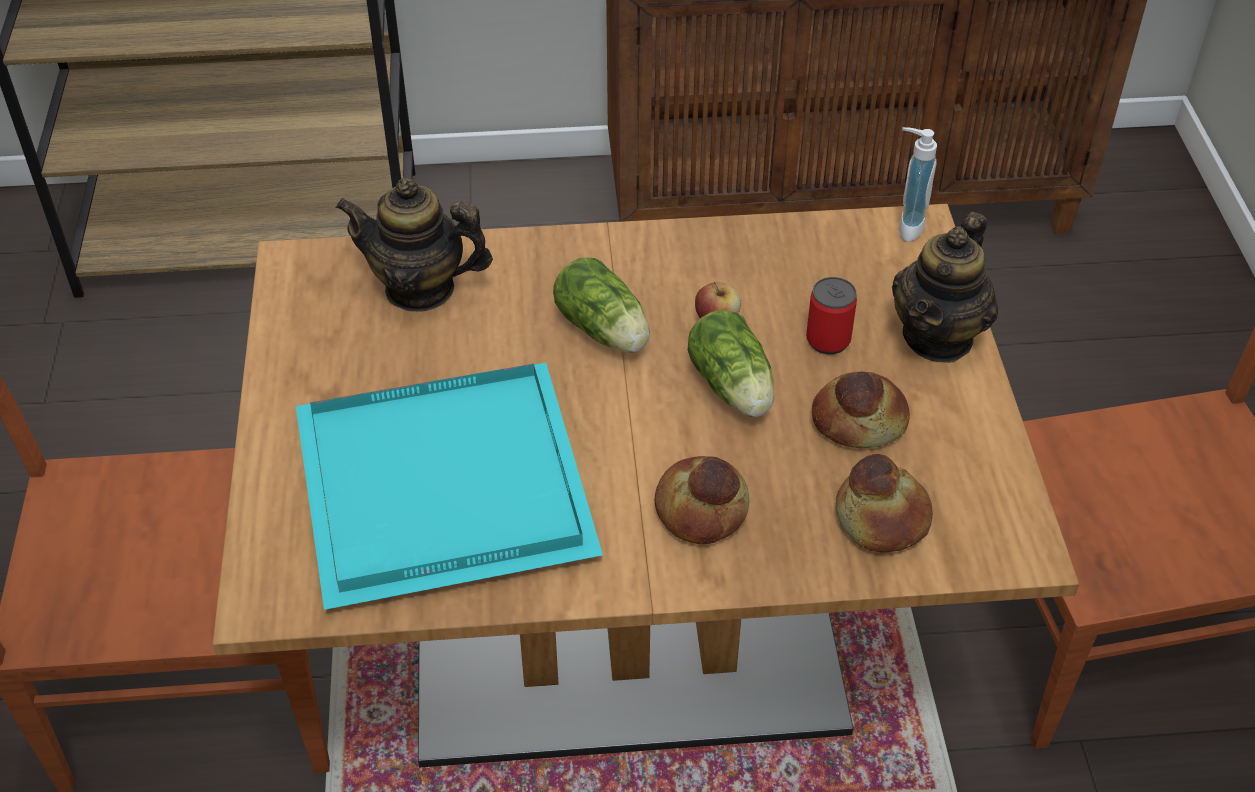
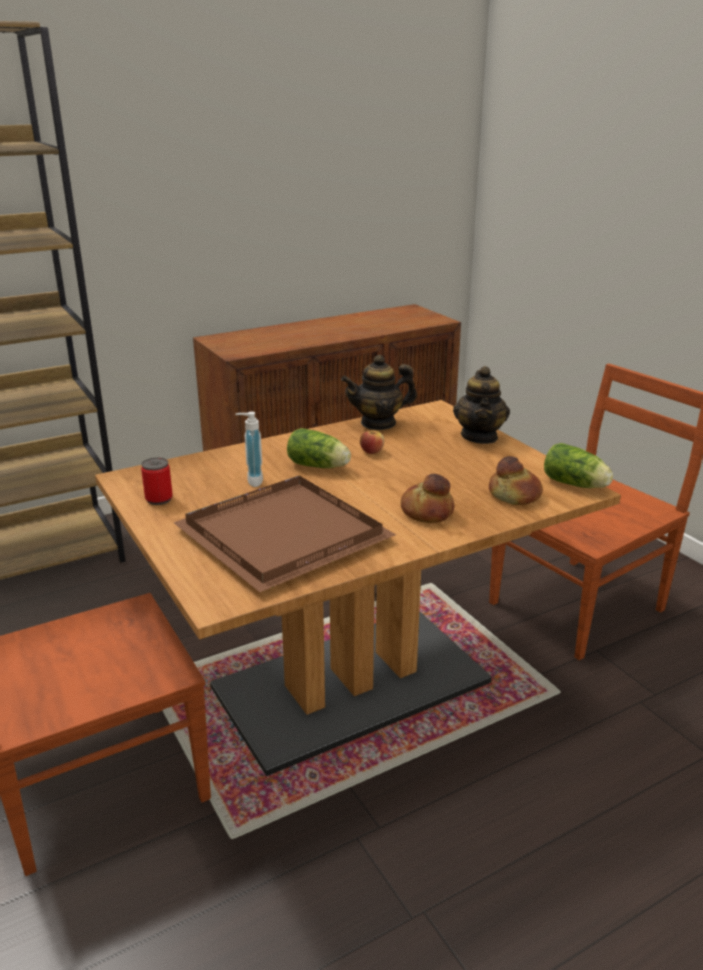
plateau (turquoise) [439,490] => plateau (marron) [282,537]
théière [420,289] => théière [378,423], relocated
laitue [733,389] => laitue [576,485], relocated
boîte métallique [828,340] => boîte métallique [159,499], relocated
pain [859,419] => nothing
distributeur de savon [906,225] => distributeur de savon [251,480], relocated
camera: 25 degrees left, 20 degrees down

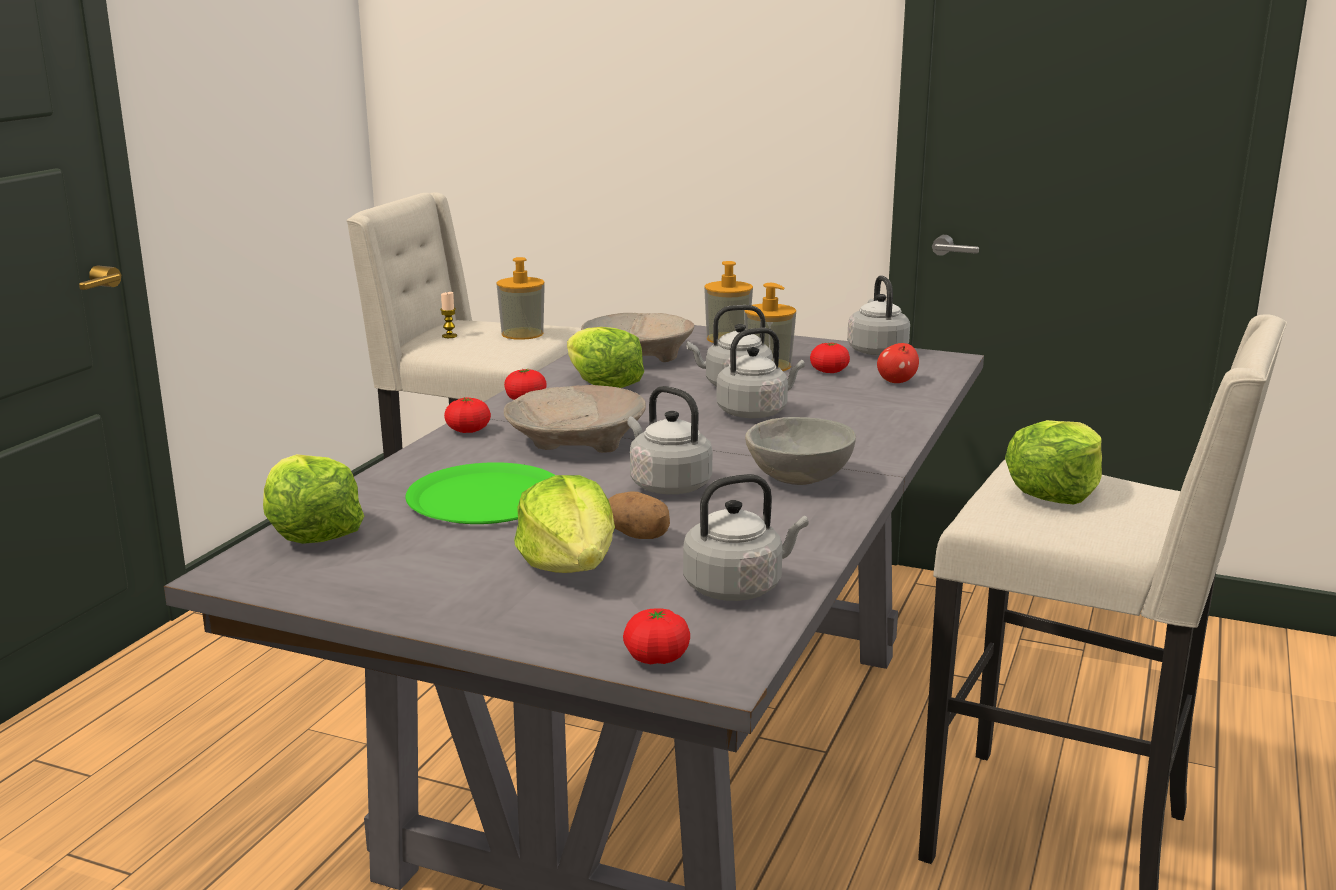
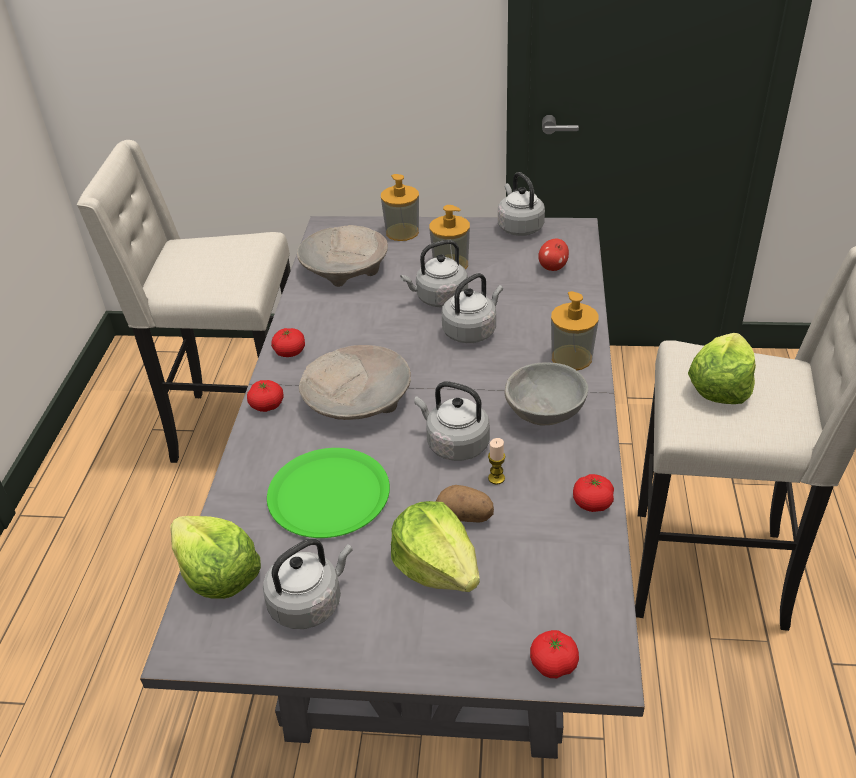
bougie [449,336] => bougie [496,478], relocated
distributeur de savon [522,334] => distributeur de savon [571,358], relocated
laitue [602,384] => nothing
bouilloire (gris) [738,587] => bouilloire (gris) [309,603], relocated
tomate [829,371] => tomate [592,503], relocated
camera: 15 degrees left, 20 degrees up

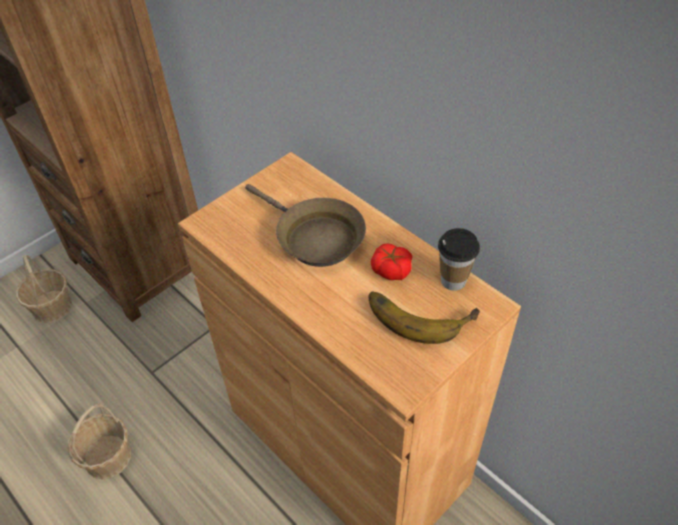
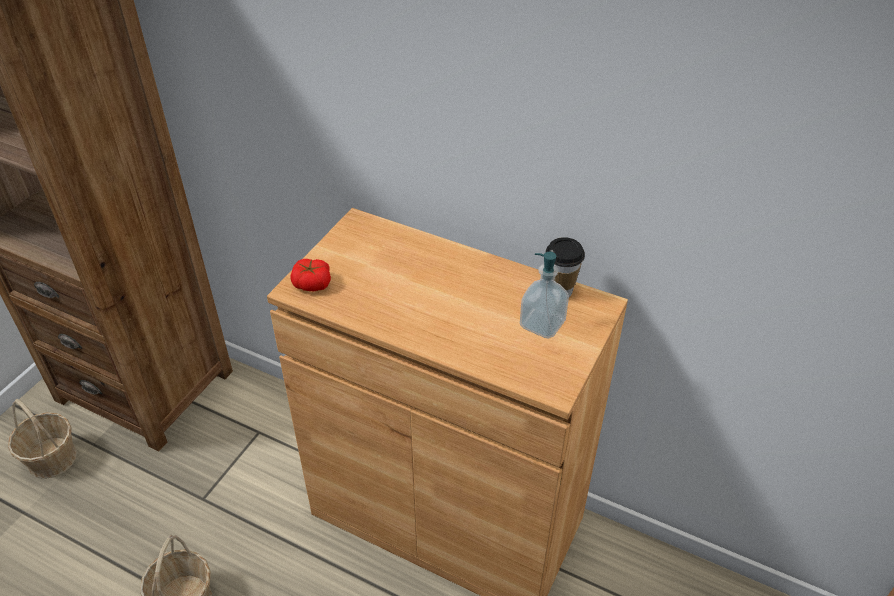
poêle (marron) [314,237] => nothing
banane [419,312] => distributeur de savon [542,324]
tomate [391,270] => tomate [312,283], relocated
camera: 20 degrees left, 5 degrees down

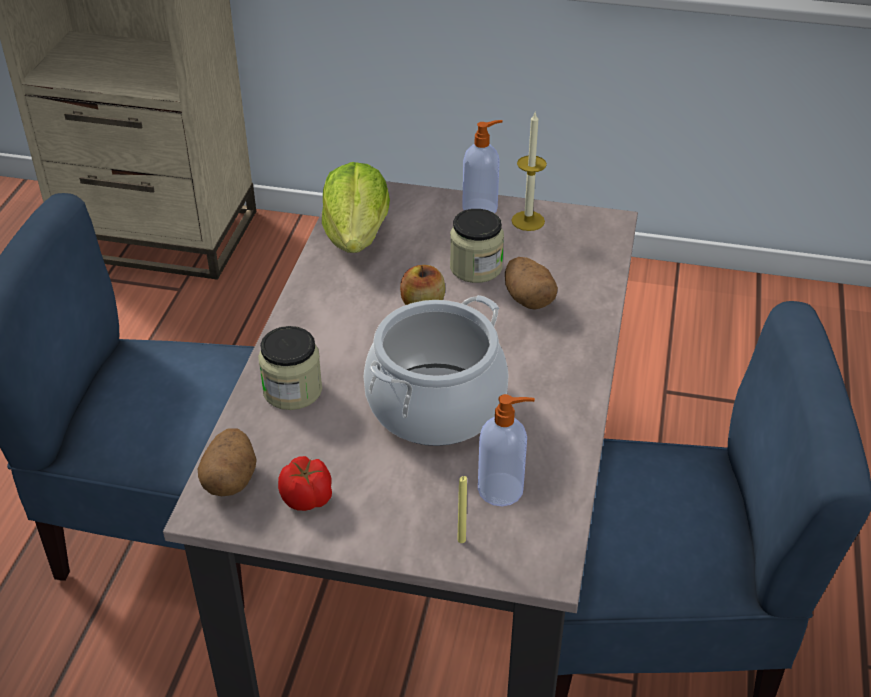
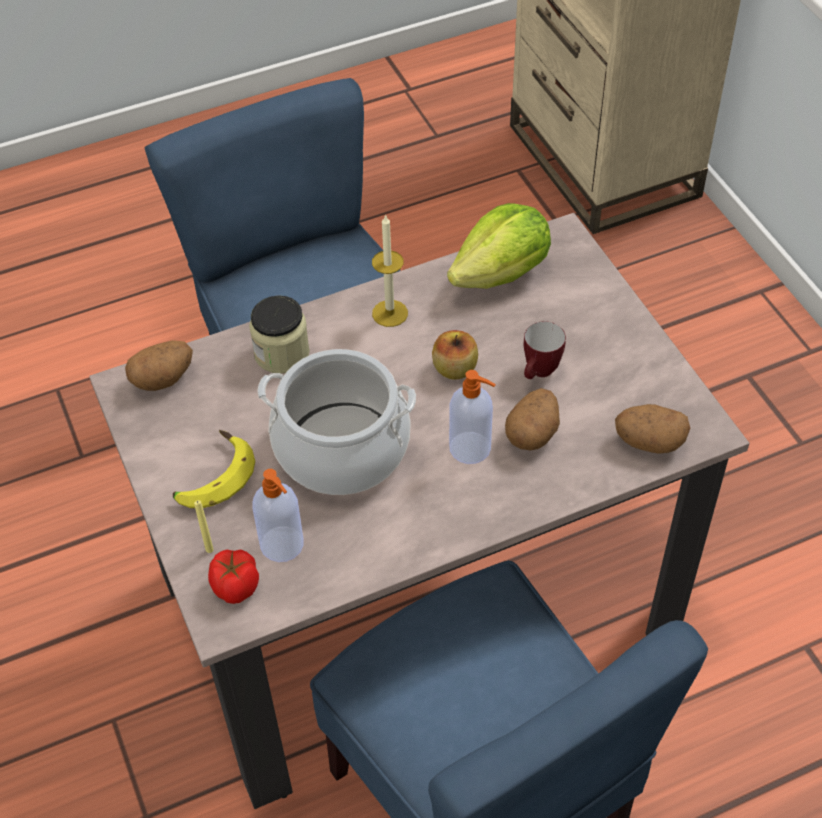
tomate [308,499] => tomate [235,587], relocated
bocal [476,267] => mug [539,374]
distributeur de savon [481,208] => distributeur de savon [471,448], relocated
bougie [528,221] => bougie [390,313], relocated
nothing => banane [212,476]
nothing => pomme de terre [649,441]
camera: 55 degrees right, 10 degrees up

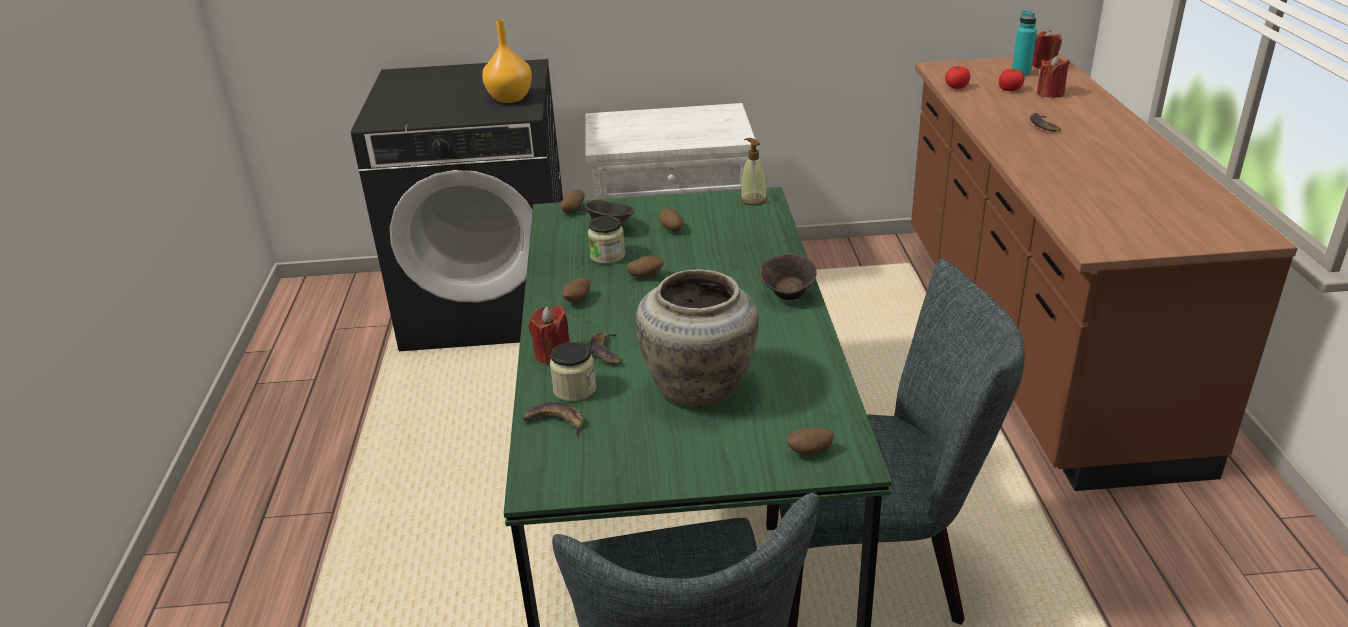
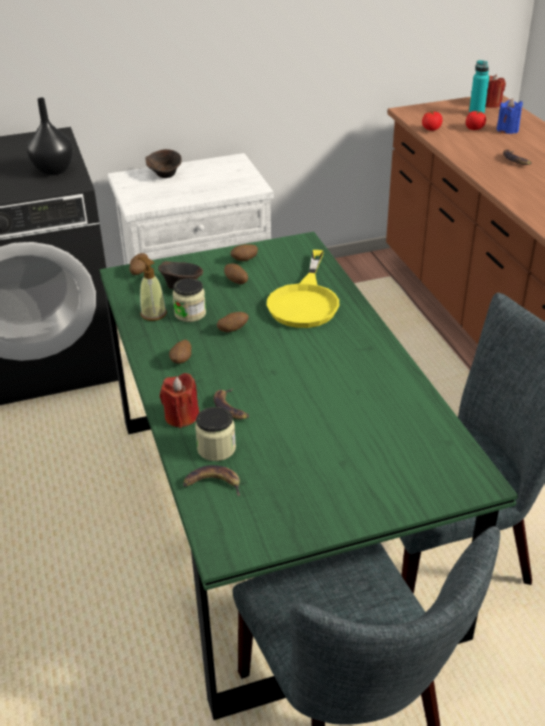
vase (orange) [510,98] => vase (noir) [53,170]
vase (beige) [700,387] => nothing
distributeur de savon [753,199] => distributeur de savon [153,314], relocated
bol (marron) [788,295] => bol (marron) [165,175], relocated
pomme de terre [810,452] => pomme de terre [244,260], relocated
bougie (rouge) [1050,93] => bougie (bleu) [507,130]
nothing => poêle (jaune) [305,301]
camera: 15 degrees left, 5 degrees up

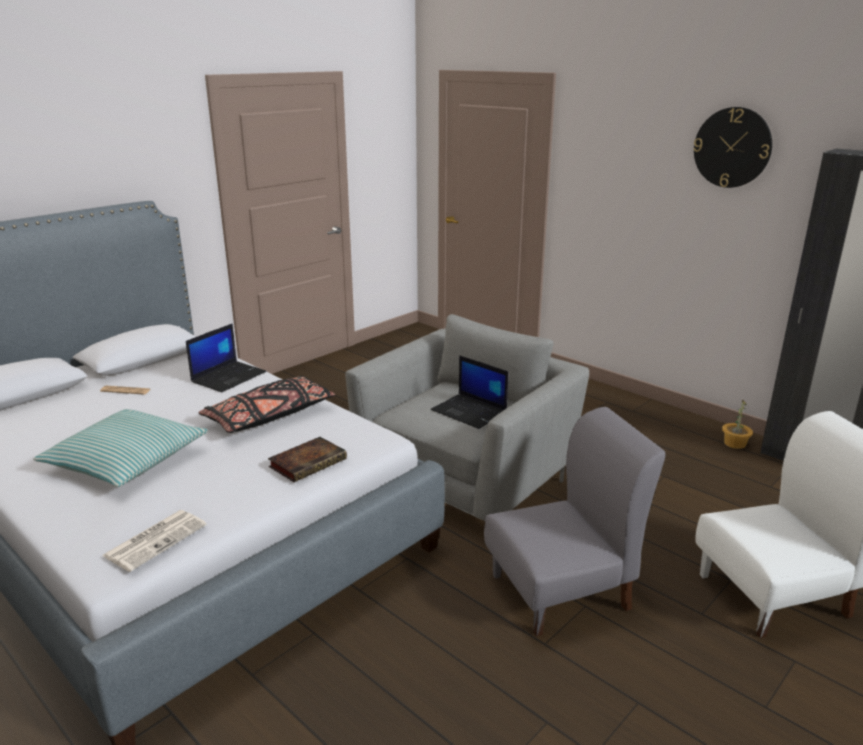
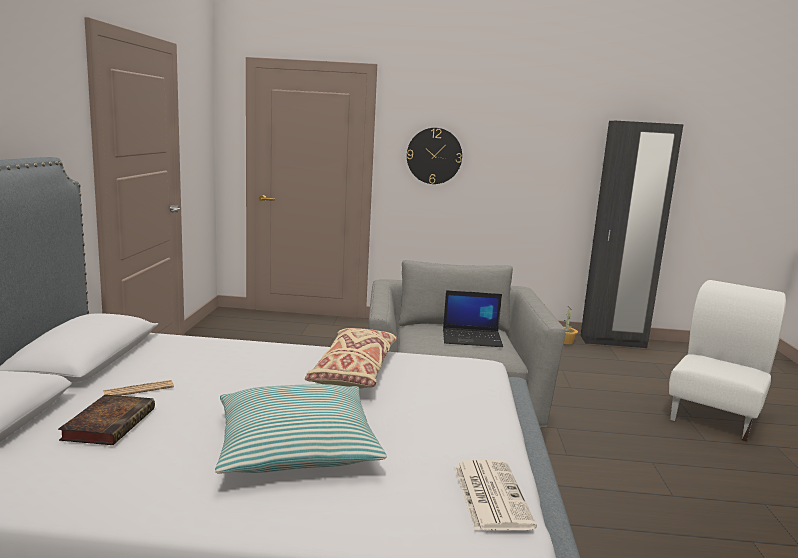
ordinateur portable [229,377] => nothing
coussin (noir) [269,416] => coussin (beige) [354,372]
livre [309,462] => livre [110,423], relocated
chaise (gris) [561,592] => nothing
horloge murale [732,147] => horloge murale [434,156], relocated
camera: 40 degrees left, 10 degrees down

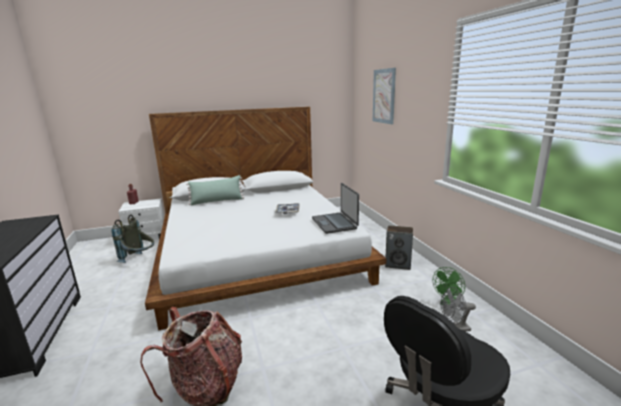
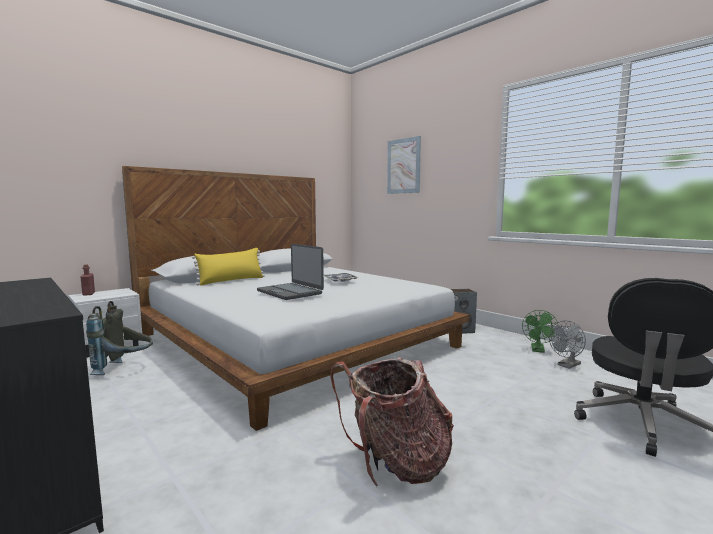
coussin (vert) [217,201] => coussin (jaune) [231,281]
ordinateur portable [334,223] => ordinateur portable [290,292], relocated
camera: 25 degrees left, 10 degrees down

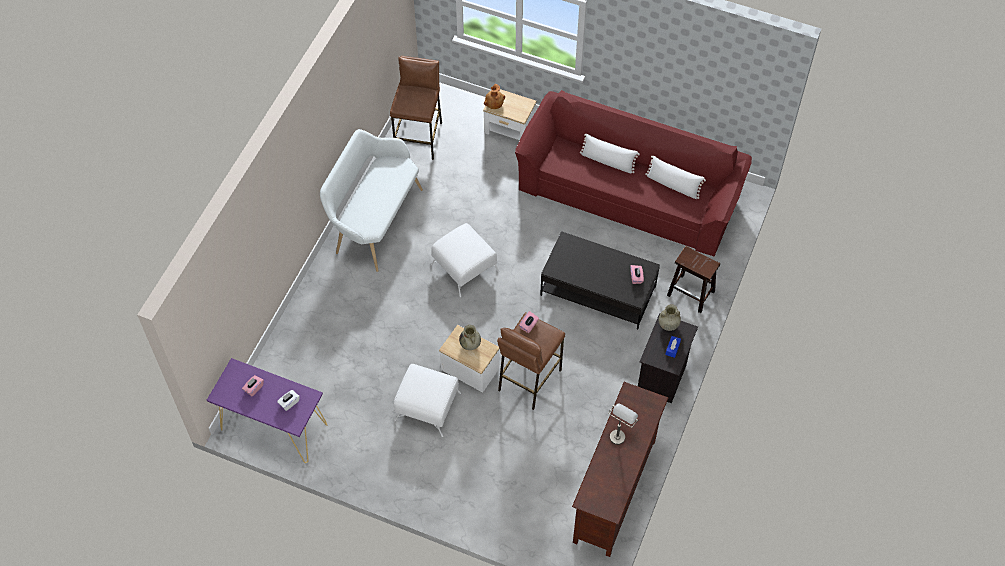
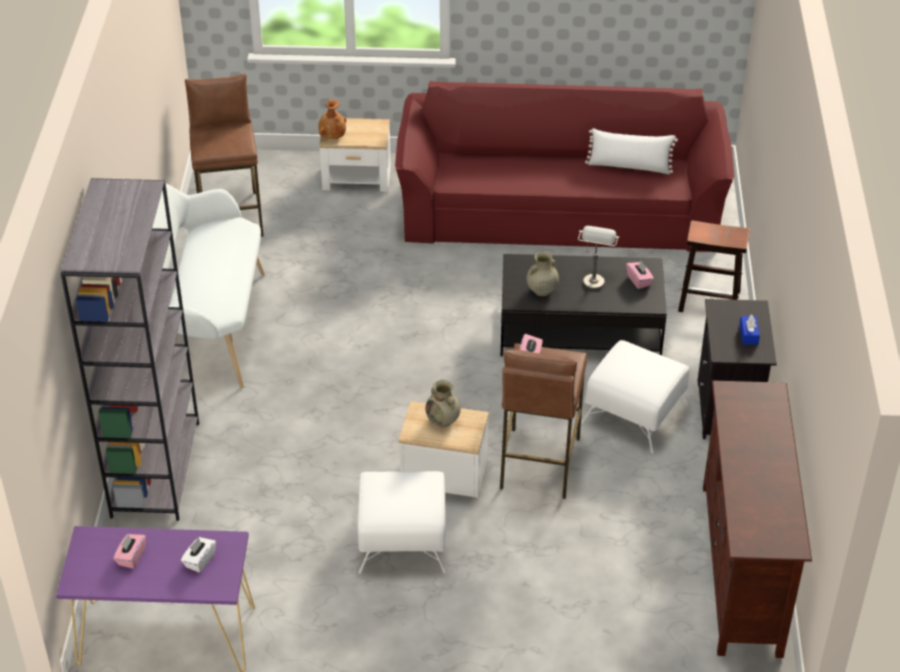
pouf (blanc) [464,268] => pouf (blanc) [635,414], relocated
coussin (blanc) [608,161] => nothing
lampe de table (gris) [619,433] => lampe de table (gris) [594,278], relocated
vase (beige) [668,325] => vase (beige) [541,290], relocated
nothing => bibliothèque (gris) [155,468]
camera: 20 degrees left, 15 degrees down

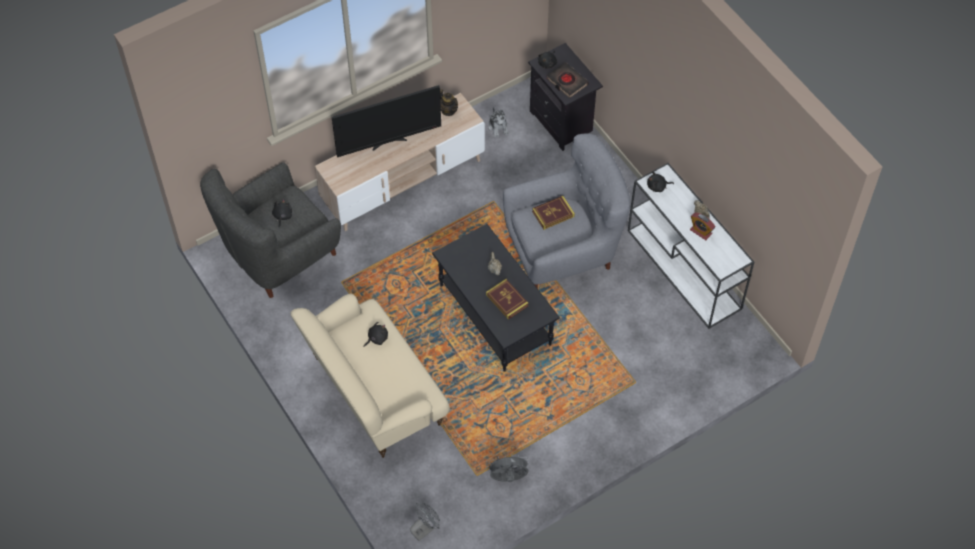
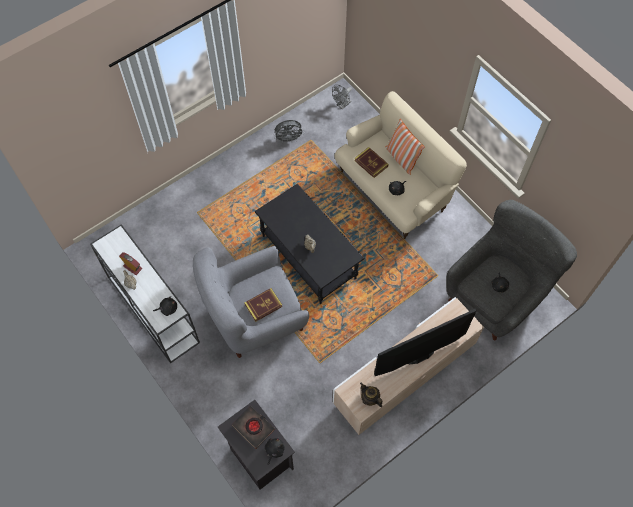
livre [507,300] => livre [371,163], relocated
peluche [498,127] => nothing
nothing => coussin [401,158]
camera: 175 degrees right, 5 degrees up

